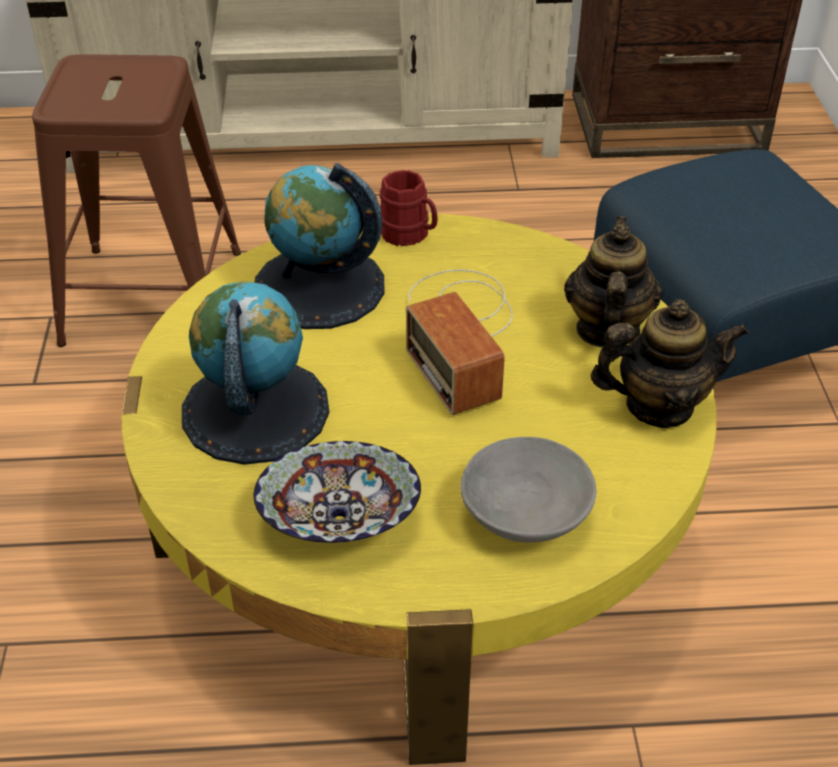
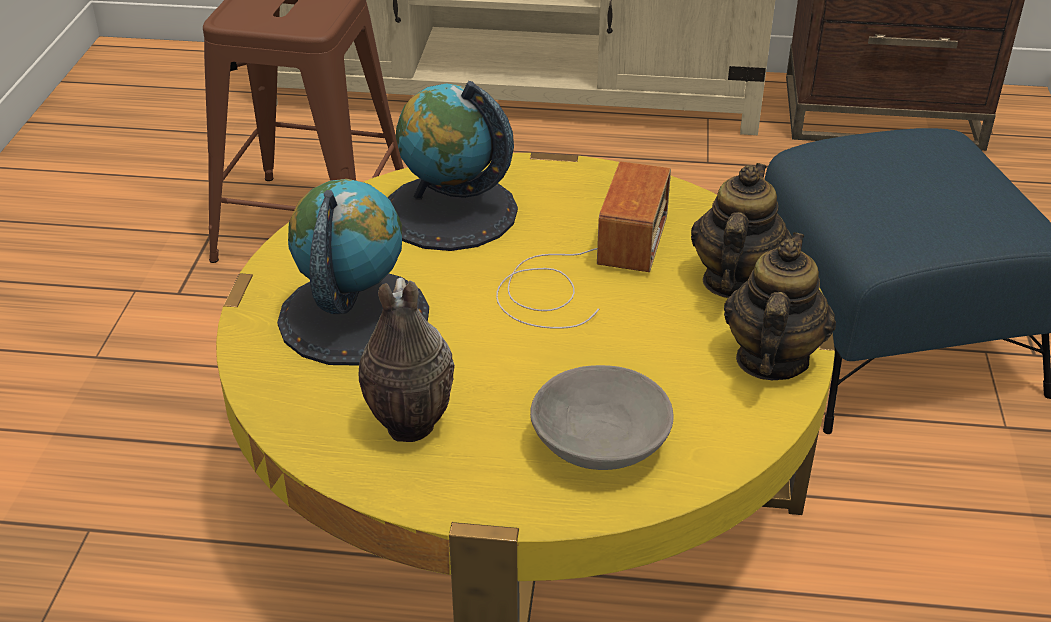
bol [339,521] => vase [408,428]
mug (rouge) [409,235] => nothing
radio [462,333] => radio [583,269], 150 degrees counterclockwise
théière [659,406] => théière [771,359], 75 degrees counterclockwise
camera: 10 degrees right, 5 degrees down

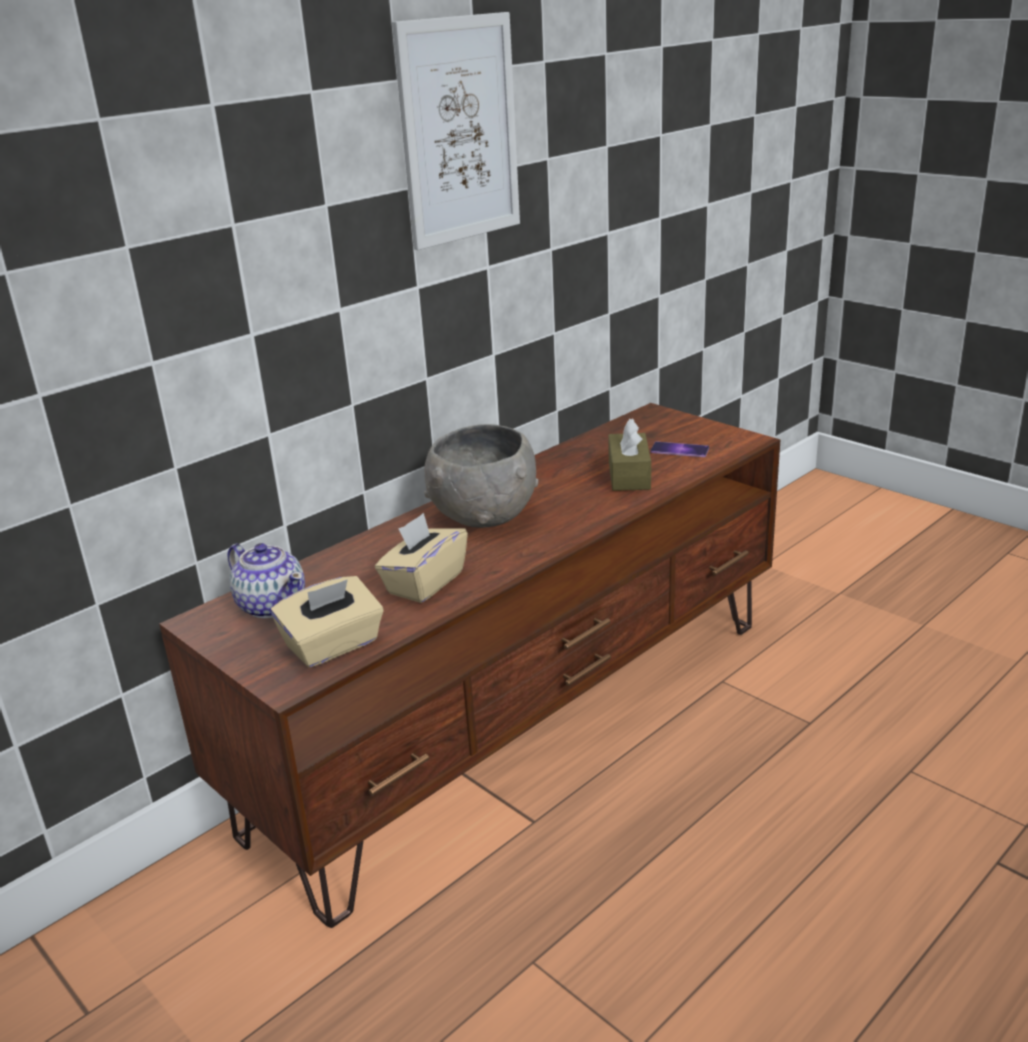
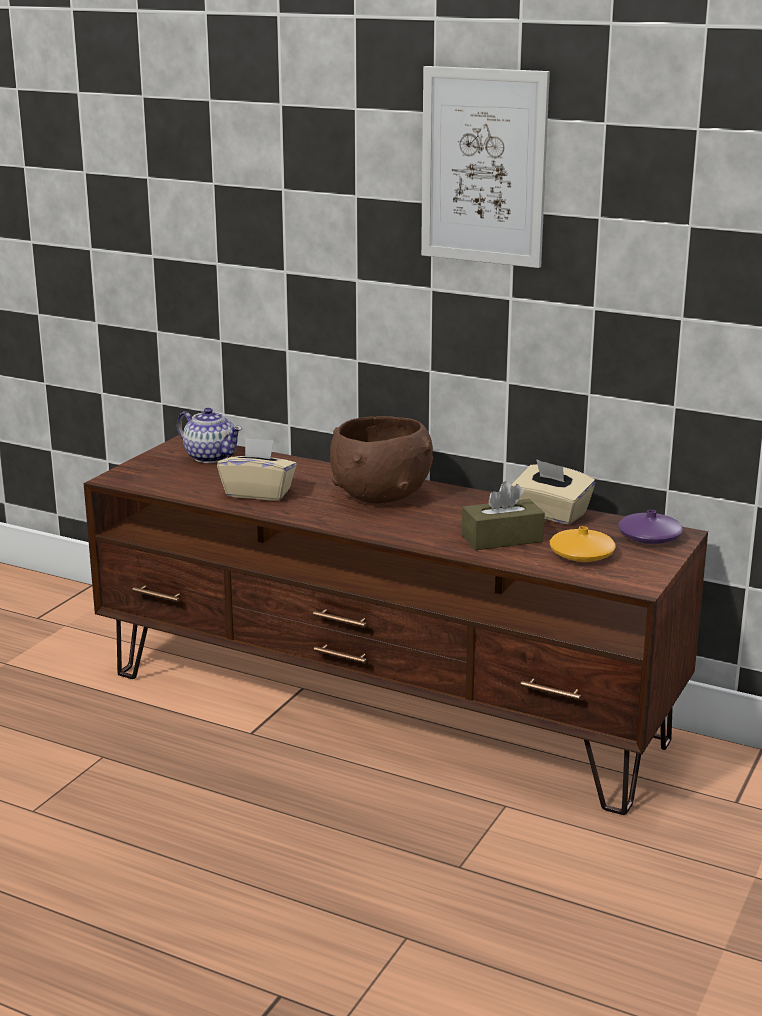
théière [272,605] => théière [210,456], 75 degrees counterclockwise
boîte à mouchoirs (beige) [333,646] => boîte à mouchoirs (beige) [550,514], relocated
bol (gris) [483,516] => bol (marron) [380,495]
téléphone [679,450] => vase (orange) [581,555]
nothing => vase (violet) [649,537]
camera: 70 degrees right, 5 degrees down

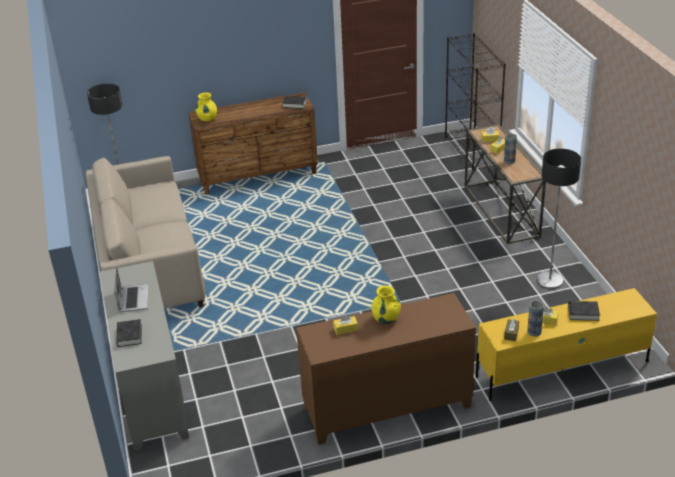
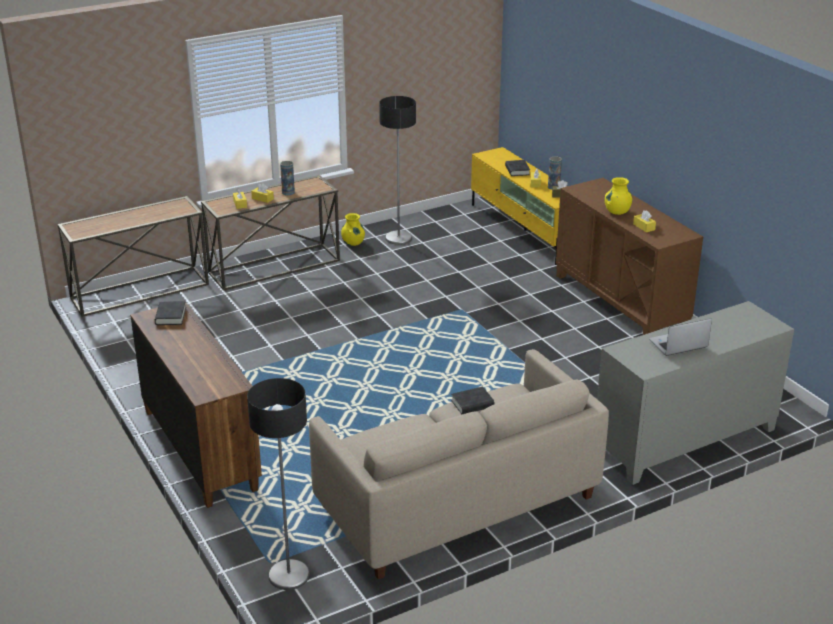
livre (noir) [129,335] => livre (noir) [472,404], relocated
vase (jaune) [207,119] => vase (jaune) [353,243], relocated
bibliothèque (noir) [472,153] => table console [140,290]
camera: 105 degrees left, 5 degrees down

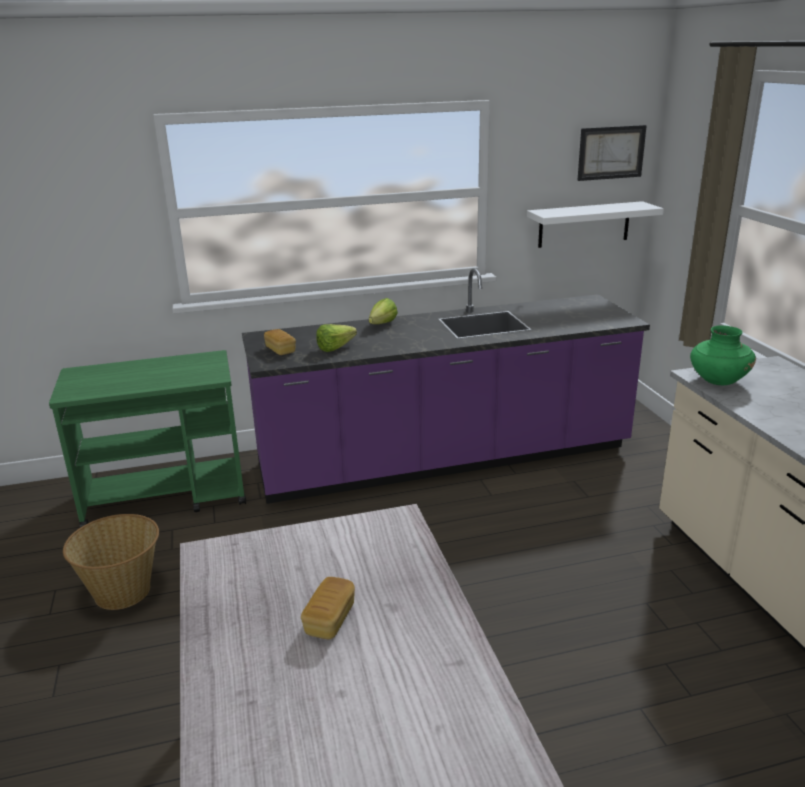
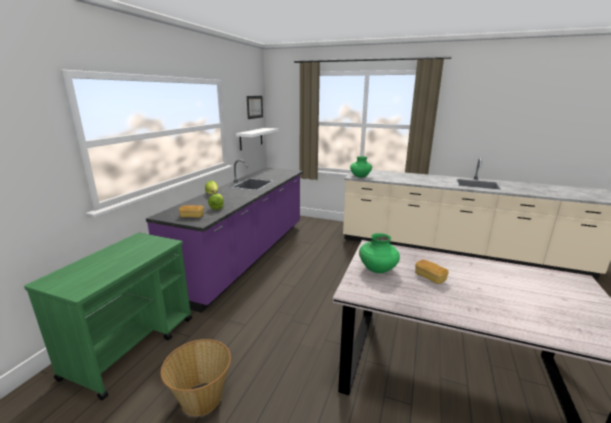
nothing => vase (vert) [378,269]
camera: 55 degrees left, 5 degrees down

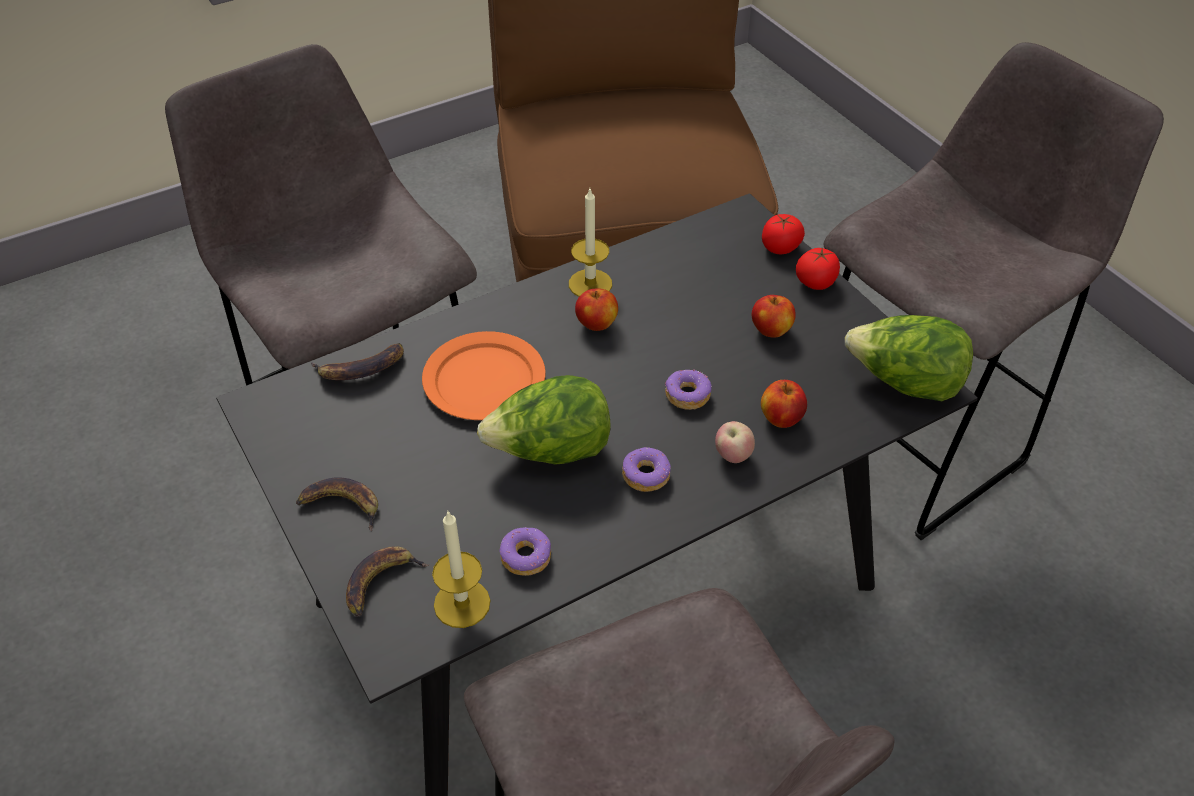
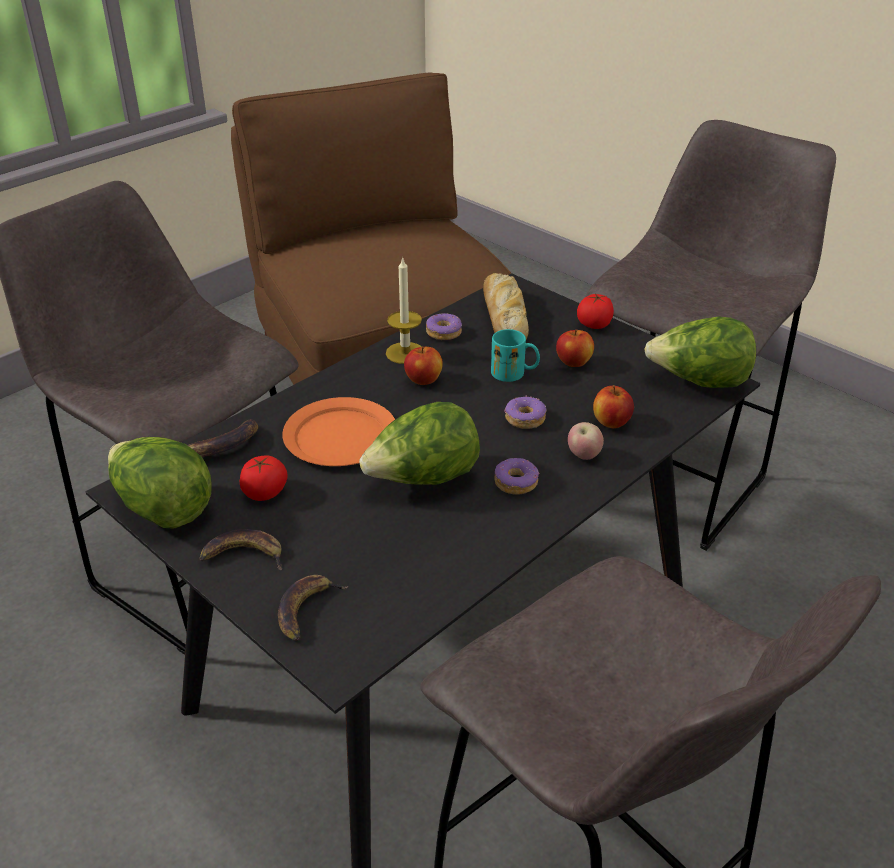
bougie [462,603] => nothing
beignet [526,557] => beignet [444,332], relocated
tomate [780,247] => tomate [265,492], relocated
nothing => laitue [163,509]
nothing => pain [504,316]
nothing => mug (turquoise) [514,373]
camera: 15 degrees left, 10 degrees down

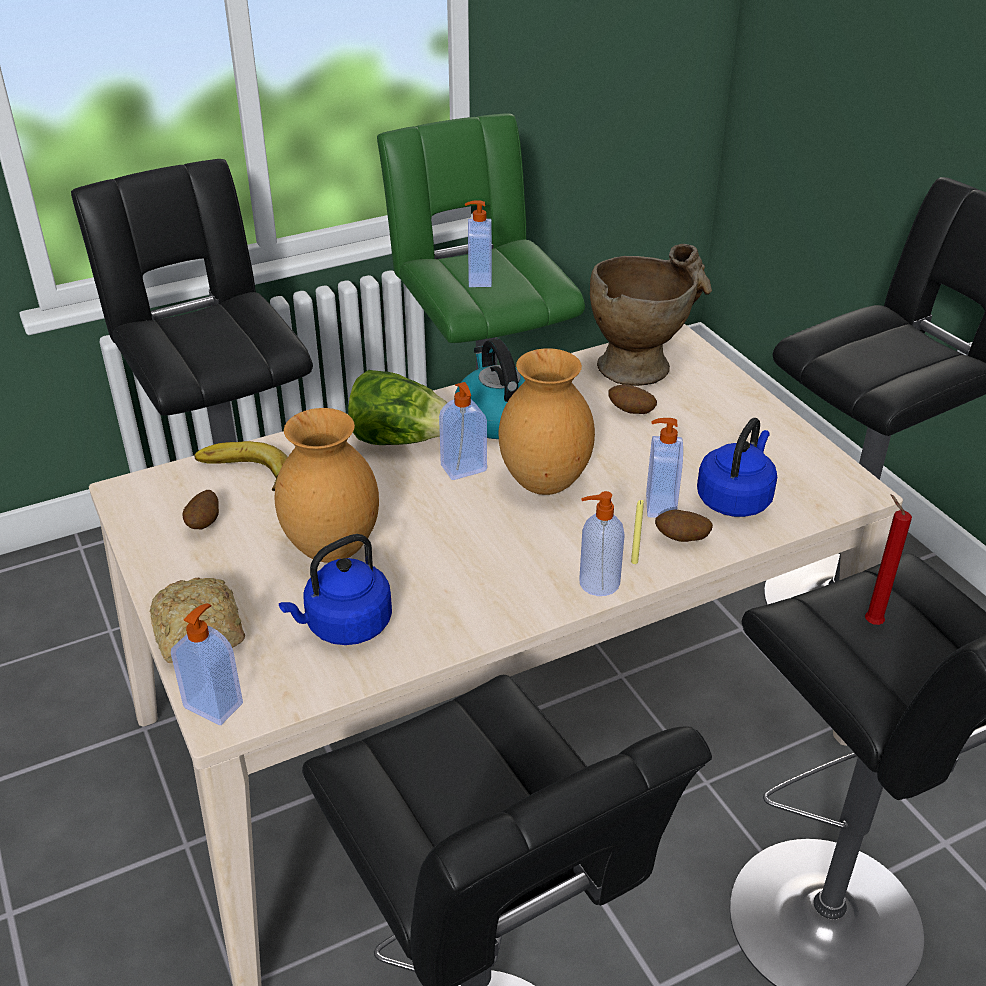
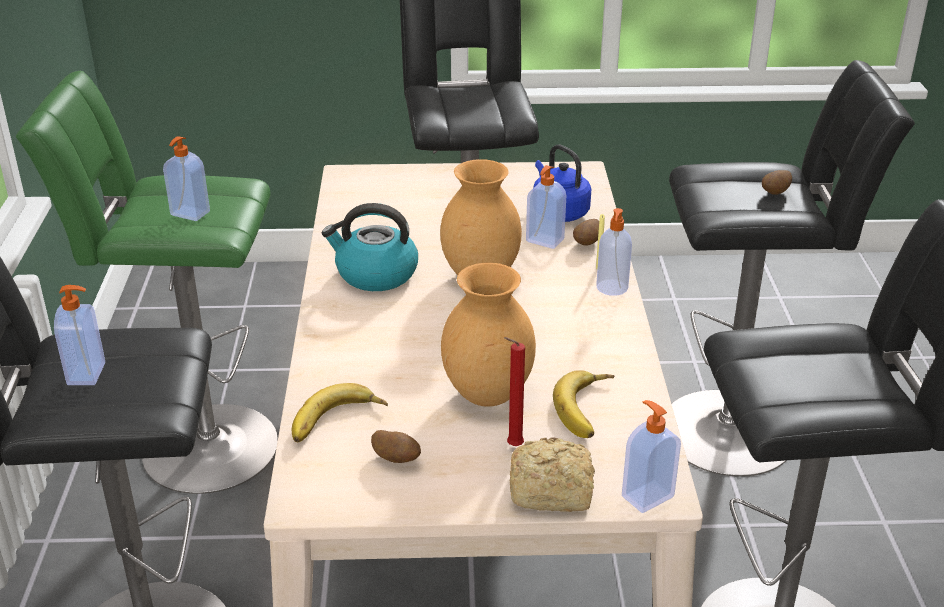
bouilloire (bleu) [344,626] => banane [589,409]
laitue [399,439] => nothing
distributeur de savon [464,469] => distributeur de savon [88,374], relocated
vase (beige) [642,364] => nothing
pomme de terre [630,412] => pomme de terre [775,193], relocated
bougie (rouge) [870,622] => bougie (rouge) [512,446], relocated
camera: 65 degrees left, 5 degrees down

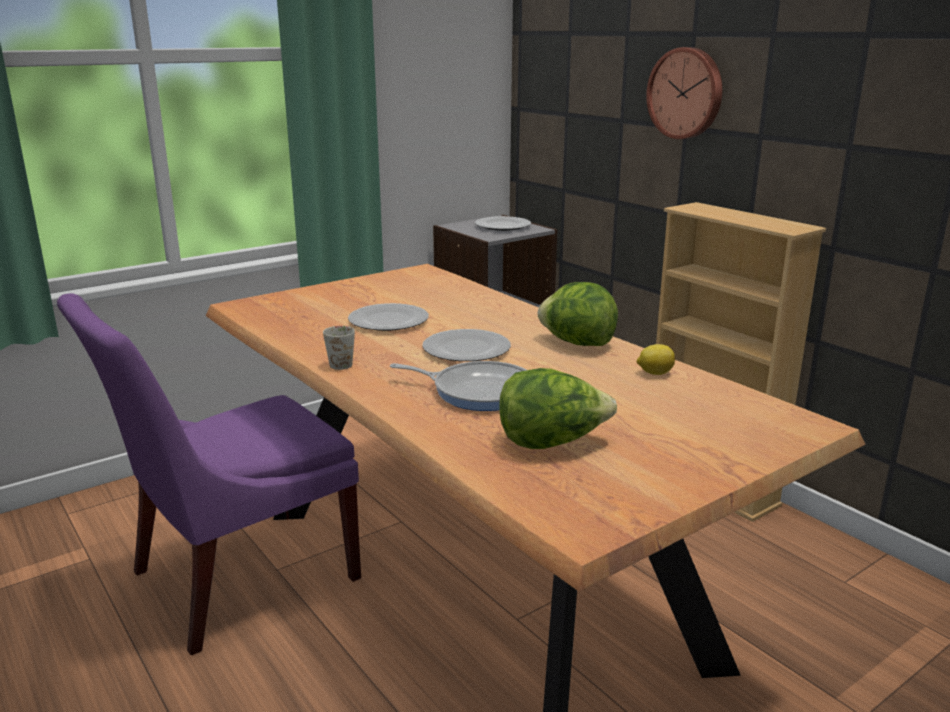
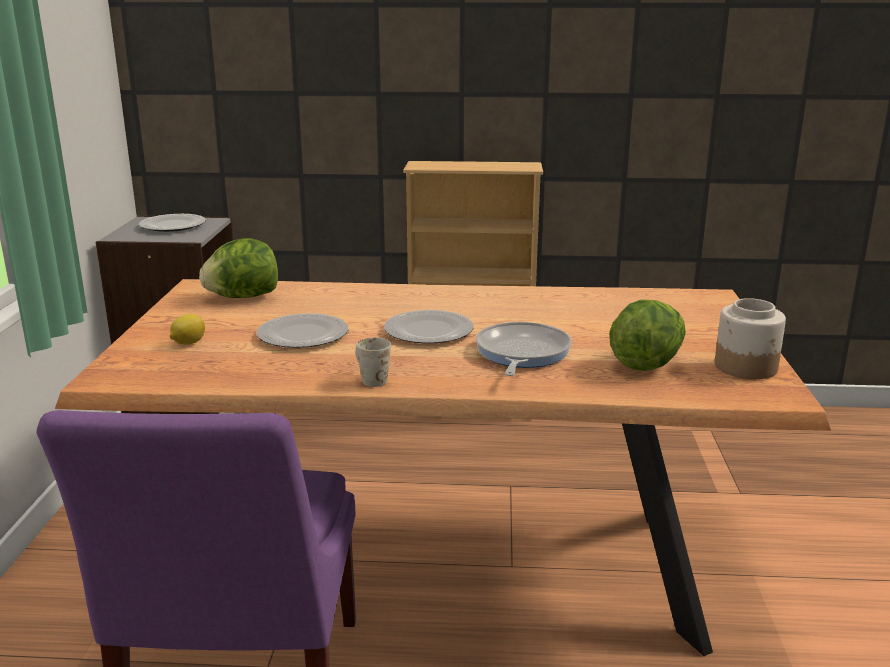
poêle [478,391] => poêle [521,354], 45 degrees counterclockwise
laitue [577,343] => laitue [243,297], relocated
citron [654,373] => citron [188,343], relocated
horloge murale [686,93] => nothing
nothing => bocal [746,367]
camera: 50 degrees left, 0 degrees up

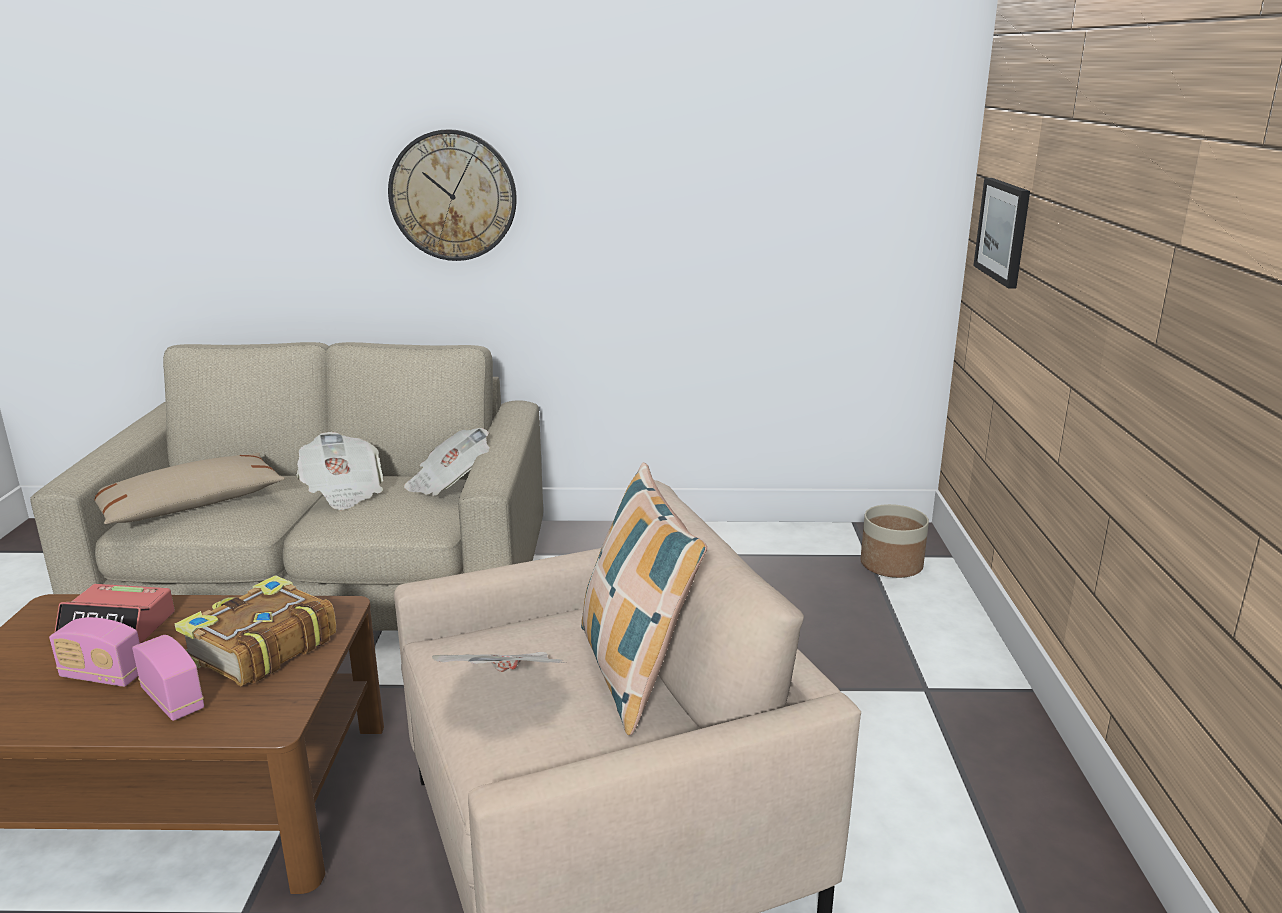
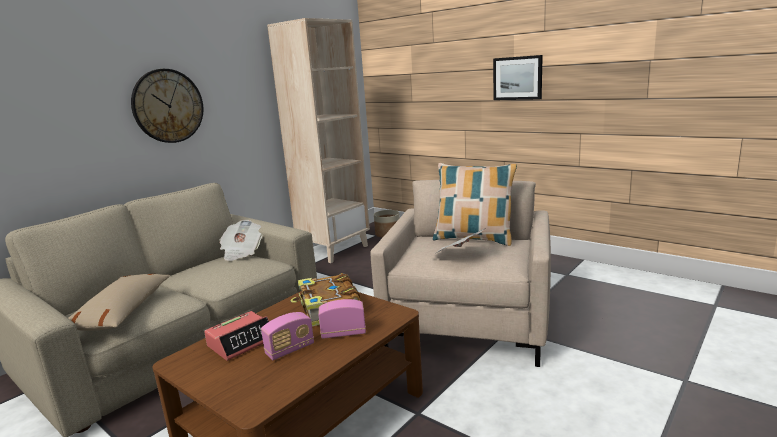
journal [343,492] => nothing
tableau [1003,231] => tableau [517,78], relocated
nothing => bibliothèque (beige) [334,250]
camera: 50 degrees left, 5 degrees down

